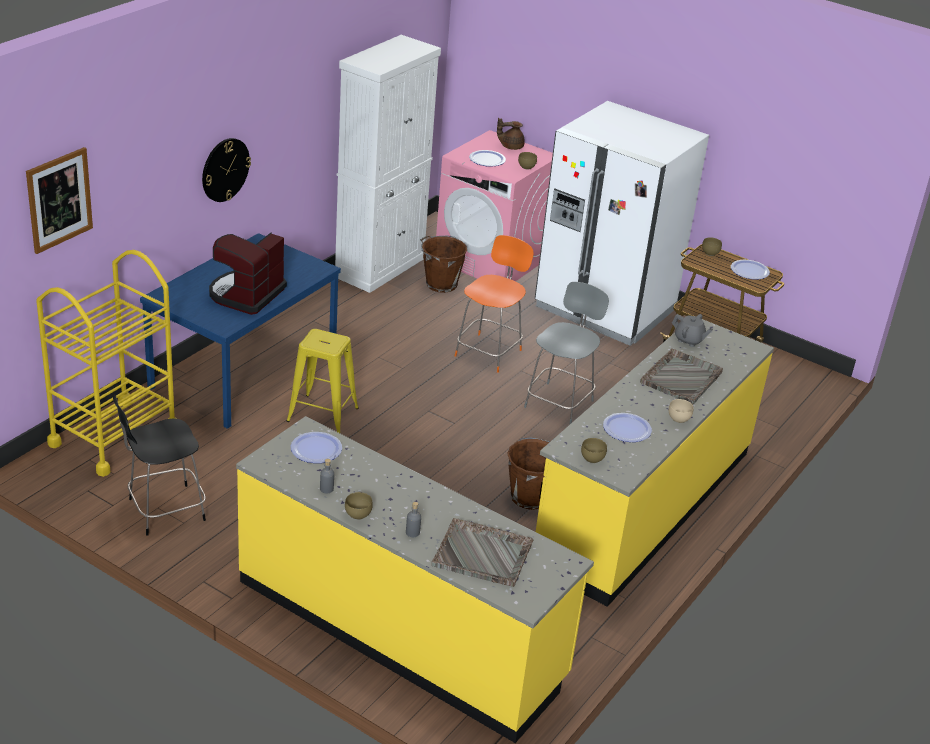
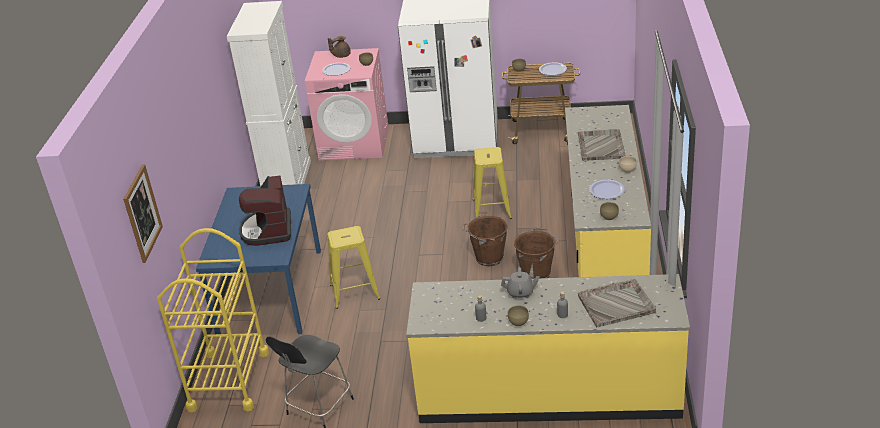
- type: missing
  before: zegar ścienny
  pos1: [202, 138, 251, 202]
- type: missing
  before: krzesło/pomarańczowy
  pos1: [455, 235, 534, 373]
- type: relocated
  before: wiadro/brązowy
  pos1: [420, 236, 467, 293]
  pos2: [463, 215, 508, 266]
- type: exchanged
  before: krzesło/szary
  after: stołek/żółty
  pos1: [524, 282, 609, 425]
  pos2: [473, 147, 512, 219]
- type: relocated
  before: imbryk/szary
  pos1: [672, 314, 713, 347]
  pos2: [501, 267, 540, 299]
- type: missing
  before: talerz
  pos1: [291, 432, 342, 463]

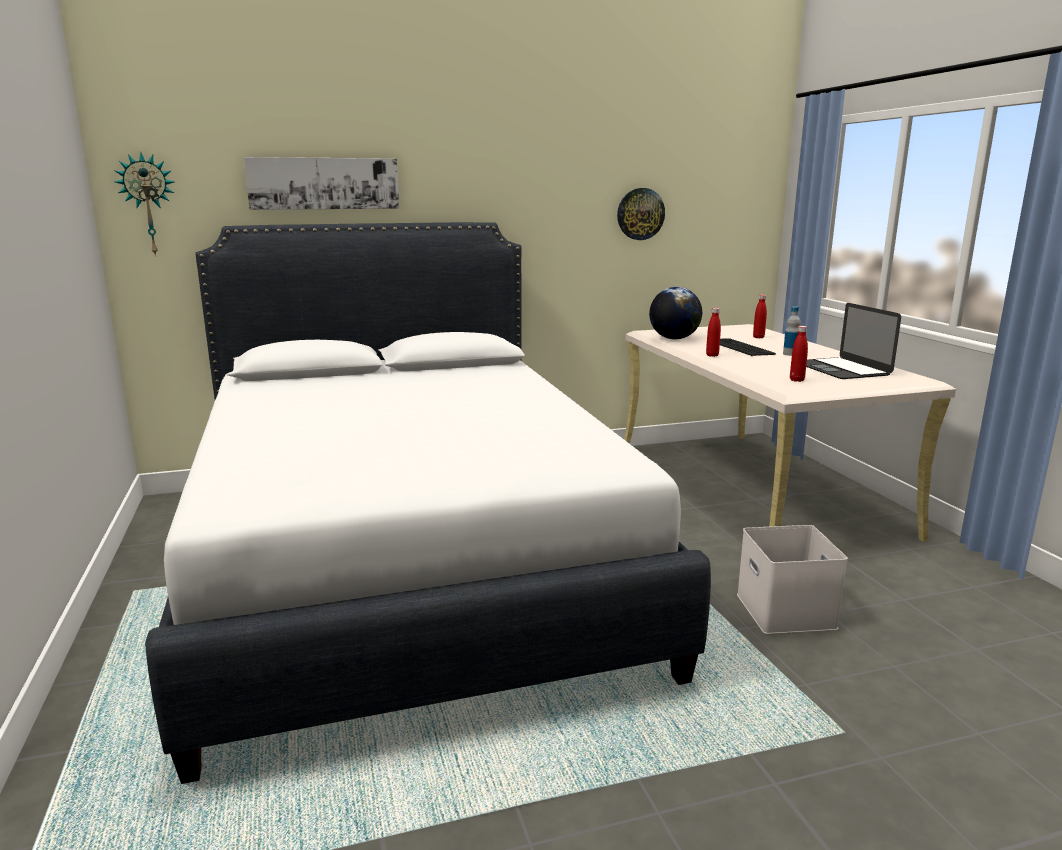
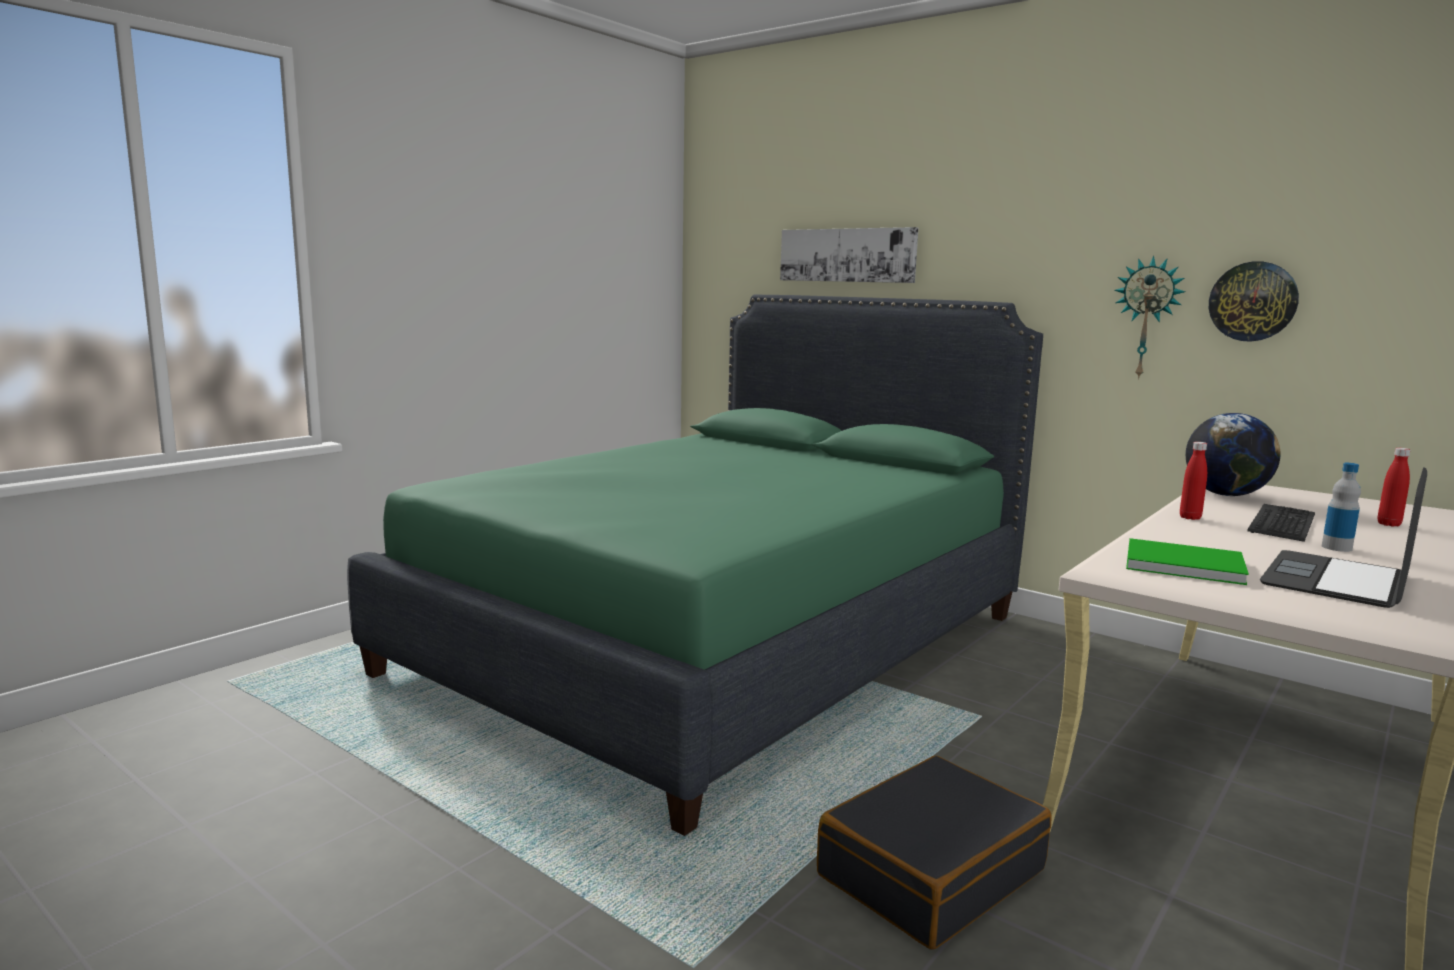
- type: relocated
  before: zegar ścienny
  pos1: [114, 152, 174, 257]
  pos2: [1114, 256, 1185, 380]
- type: colour
  before: łóżko/biały
  after: łóżko/zielony
  pos1: [145, 222, 711, 784]
  pos2: [347, 295, 1043, 836]
- type: exchanged
  before: butelka/czerwony
  after: książka/zielony
  pos1: [790, 326, 808, 382]
  pos2: [1126, 538, 1249, 585]
- type: exchanged
  before: pojemnik do przechowywania/biały
  after: walizka/czarny
  pos1: [737, 525, 848, 634]
  pos2: [817, 756, 1052, 949]

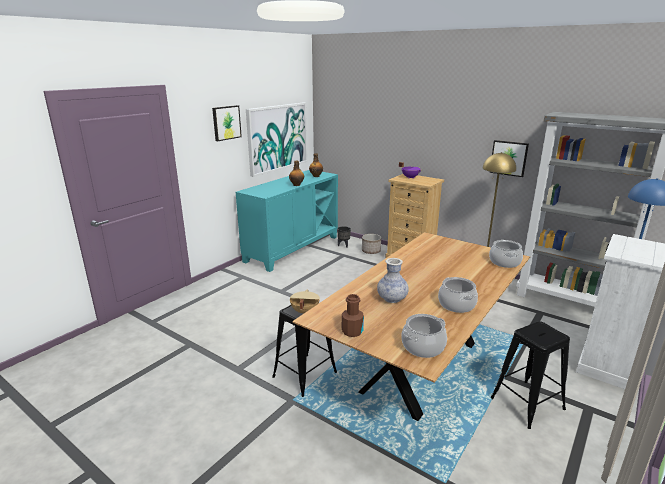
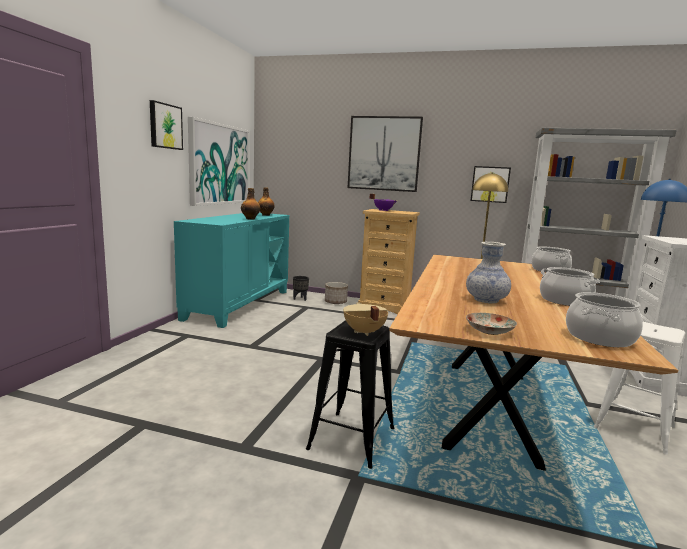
- type: exchanged
  before: butelka/brązowy
  after: talerz
  pos1: [342, 294, 364, 337]
  pos2: [466, 313, 517, 335]
- type: colour
  before: stołek/czarny
  after: stołek/biały
  pos1: [491, 321, 570, 429]
  pos2: [594, 322, 685, 455]
- type: appeared
  after: obraz
  pos2: [348, 116, 423, 192]

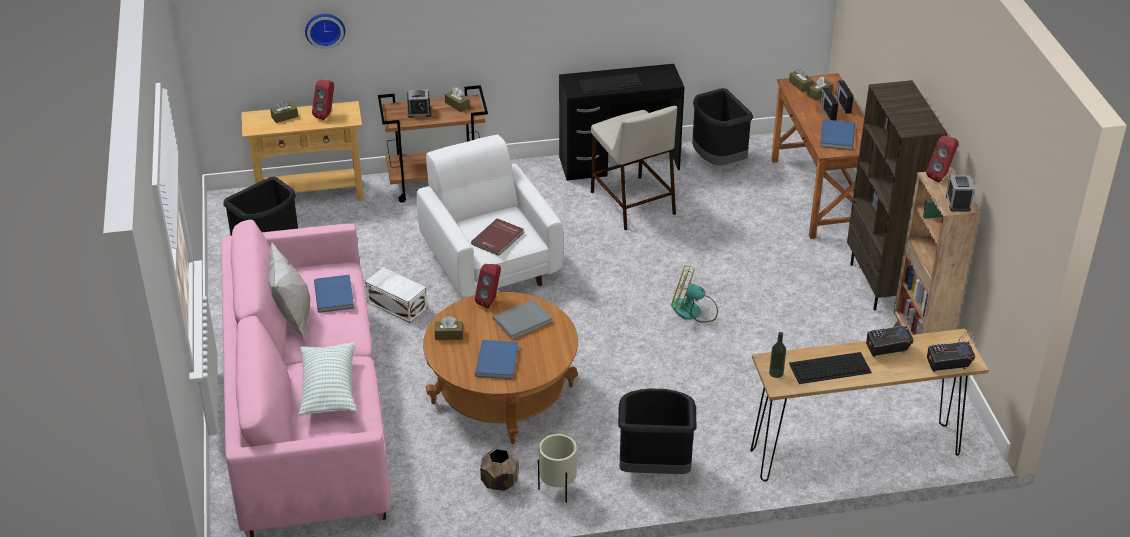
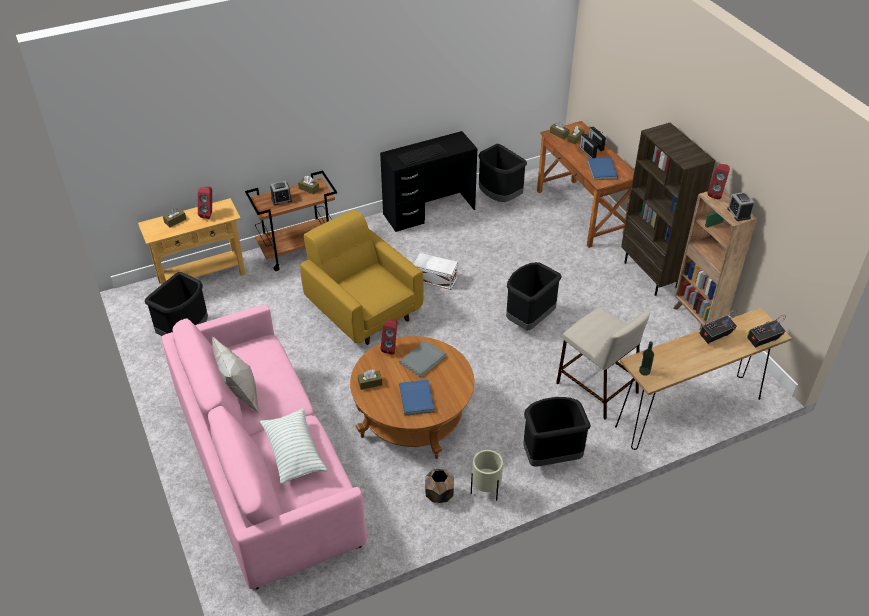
- type: missing
  before: zegar ścienny
  pos1: [305, 14, 345, 49]
- type: relocated
  before: stołek/beżowy
  pos1: [591, 106, 677, 230]
  pos2: [556, 307, 650, 419]
- type: colour
  before: fotel/biały
  after: fotel/żółty
  pos1: [417, 134, 563, 298]
  pos2: [300, 209, 424, 345]
- type: missing
  before: książka/czerwony
  pos1: [471, 218, 524, 256]
- type: exchanged
  before: wentylator
  after: kosz na śmieci/czarny
  pos1: [671, 265, 718, 323]
  pos2: [506, 262, 561, 331]
- type: relocated
  before: pojemnik do przechowywania/biały
  pos1: [365, 267, 427, 323]
  pos2: [414, 253, 458, 290]
- type: missing
  before: książka/niebieski
  pos1: [314, 275, 354, 313]
- type: missing
  before: klawiatura
  pos1: [789, 352, 872, 384]

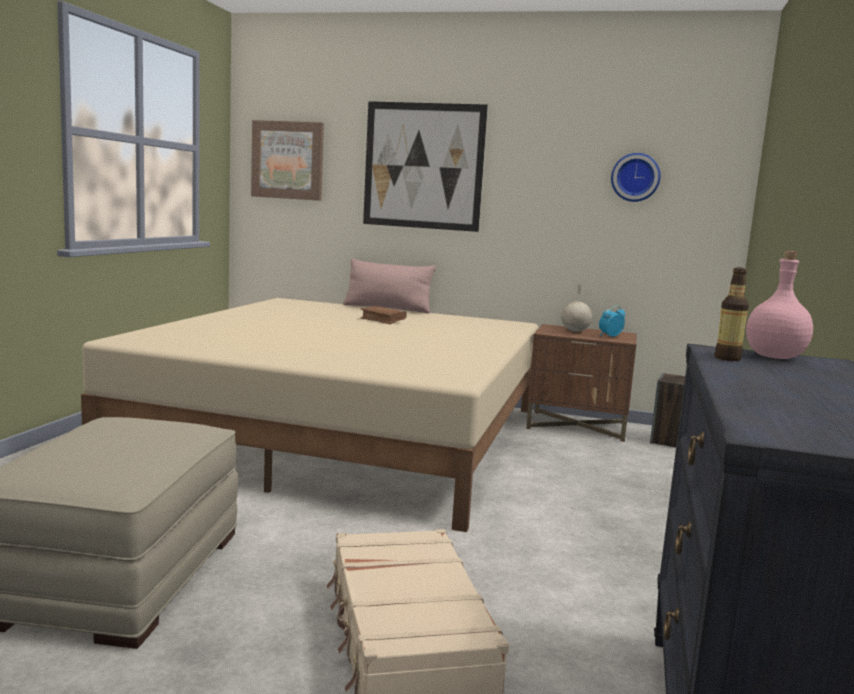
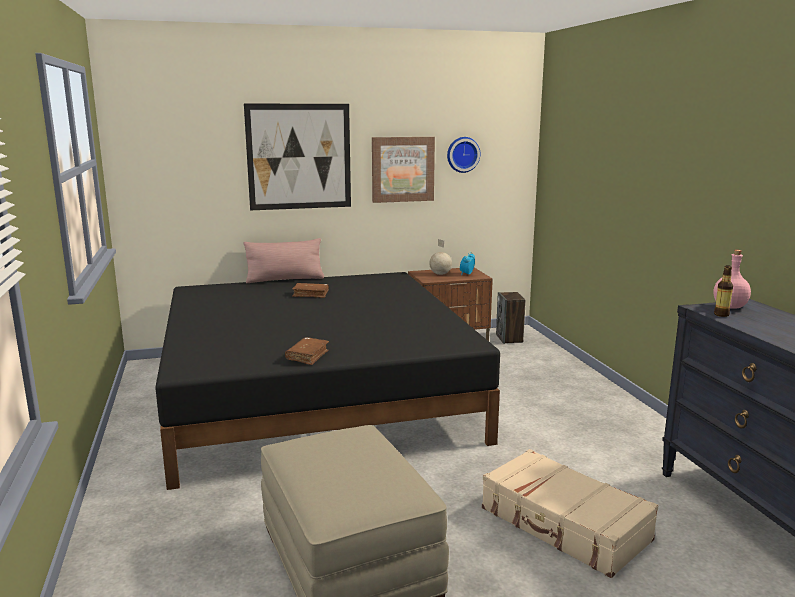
- type: relocated
  before: obraz
  pos1: [251, 120, 324, 201]
  pos2: [372, 137, 435, 203]
- type: colour
  before: łóżko/beżowy
  after: łóżko/czarny
  pos1: [81, 298, 539, 532]
  pos2: [155, 272, 500, 490]
- type: appeared
  after: książka/brązowy
  pos2: [285, 337, 329, 365]

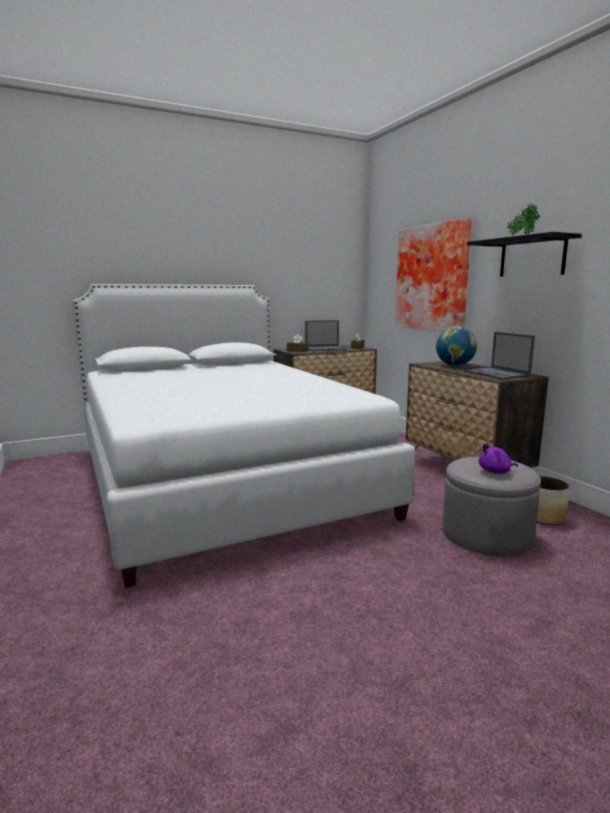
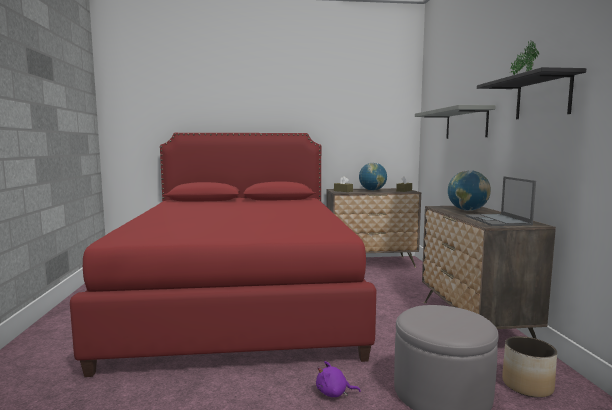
- type: exchanged
  before: obraz
  after: półka/szary
  pos1: [395, 217, 472, 332]
  pos2: [415, 105, 496, 139]
- type: colour
  before: łóżko/biały
  after: łóżko/czerwony
  pos1: [73, 284, 415, 588]
  pos2: [70, 133, 376, 377]
- type: exchanged
  before: laptop
  after: globus
  pos1: [305, 320, 347, 351]
  pos2: [359, 163, 387, 191]
- type: relocated
  before: pluszak/fioletowy
  pos1: [479, 443, 518, 474]
  pos2: [316, 361, 361, 397]

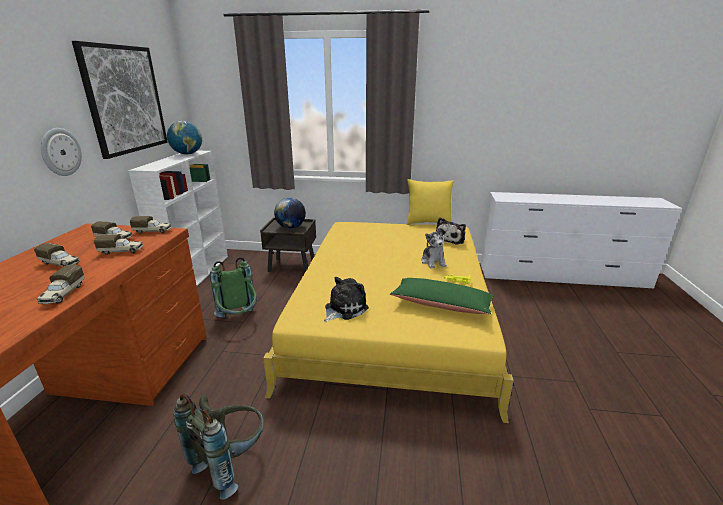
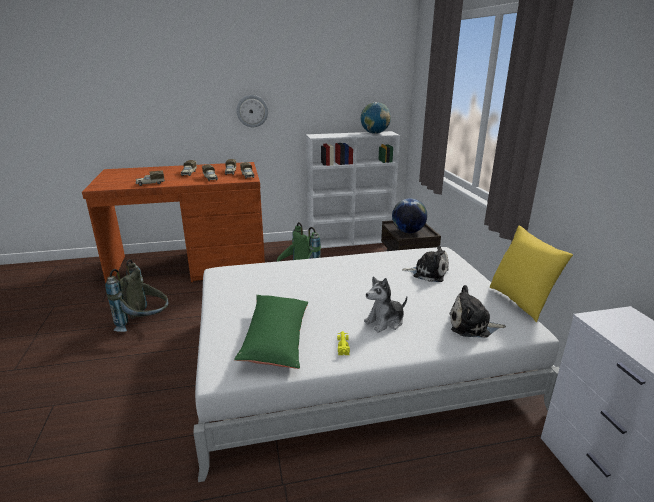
- type: missing
  before: obraz
  pos1: [72, 41, 168, 159]
- type: colour
  before: łóżko/żółty
  after: łóżko/biały
  pos1: [263, 222, 514, 423]
  pos2: [193, 247, 560, 482]
- type: relocated
  before: pluszak
  pos1: [324, 277, 369, 323]
  pos2: [402, 245, 449, 282]

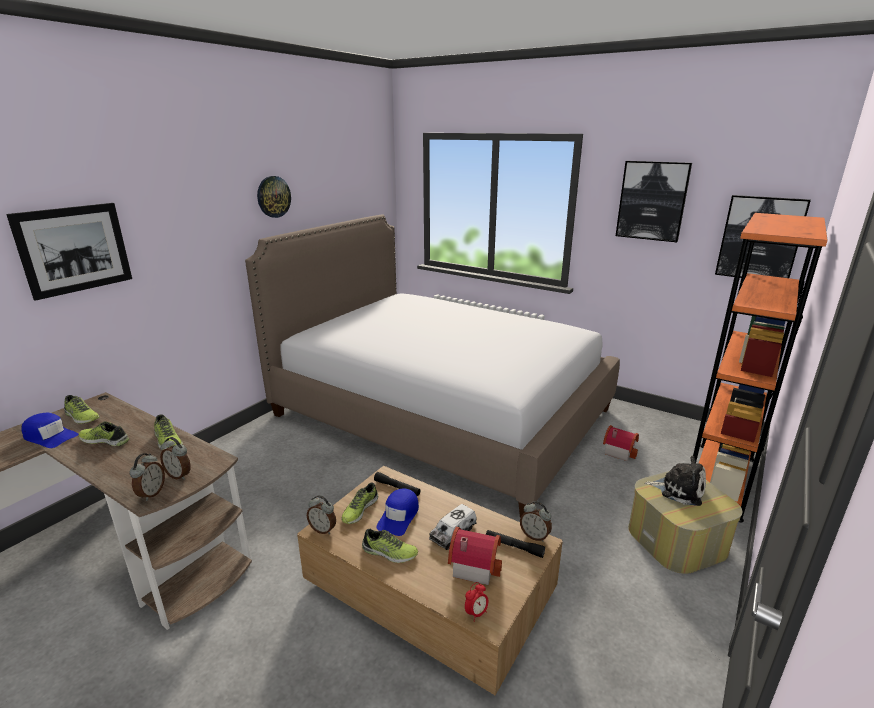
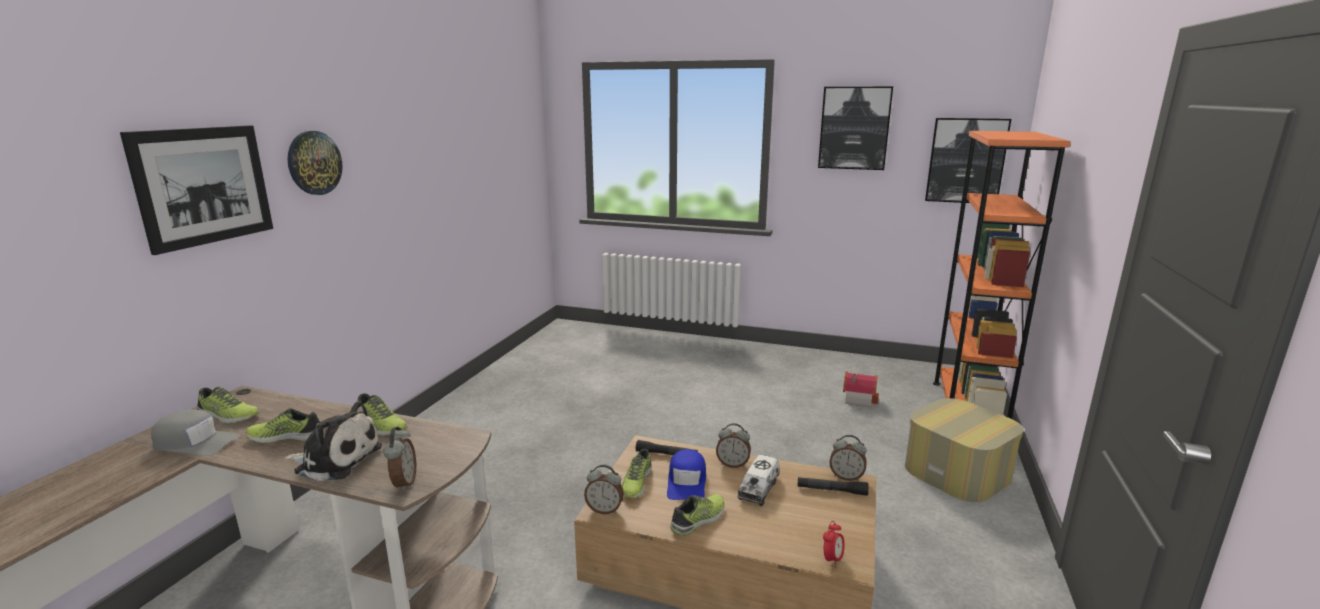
- type: relocated
  before: zegar ścienny
  pos1: [257, 176, 291, 218]
  pos2: [288, 131, 343, 195]
- type: missing
  before: łóżko
  pos1: [245, 214, 620, 518]
- type: colour
  before: czapka z daszkiem/niebieski
  after: czapka z daszkiem/szary
  pos1: [21, 413, 79, 448]
  pos2: [151, 409, 240, 456]
- type: relocated
  before: budzik
  pos1: [160, 437, 191, 480]
  pos2: [716, 423, 751, 468]
- type: relocated
  before: pluszak
  pos1: [645, 456, 706, 506]
  pos2: [284, 401, 382, 481]
- type: missing
  before: domek
  pos1: [448, 527, 502, 585]
- type: spun
  before: but
  pos1: [362, 529, 418, 563]
  pos2: [670, 494, 724, 535]
  turn: -45

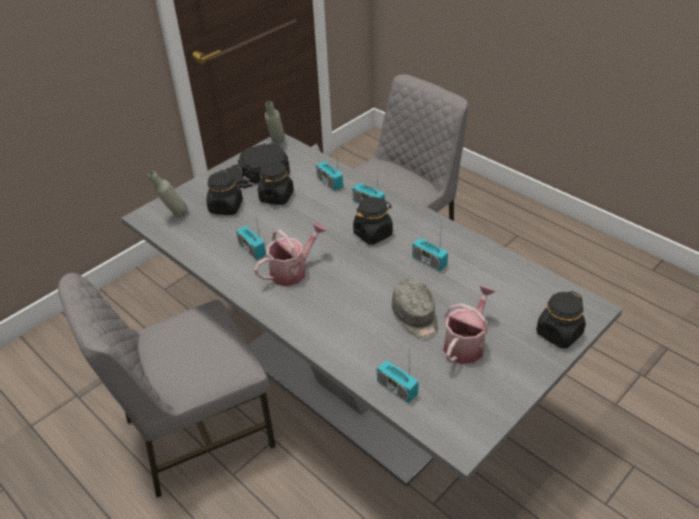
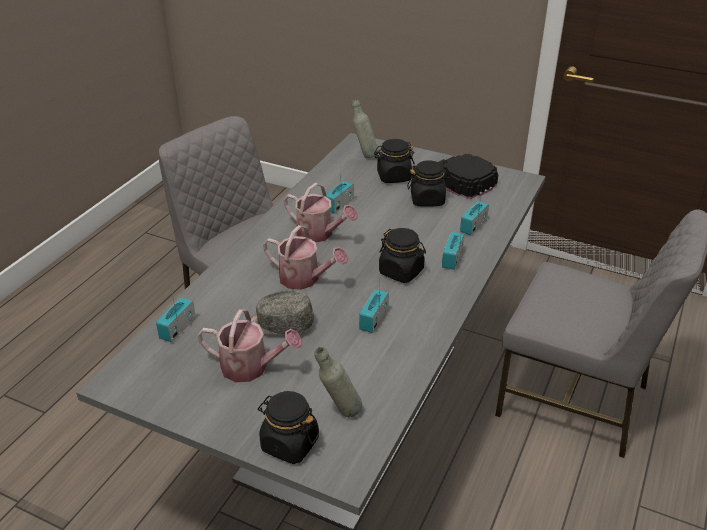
- type: relocated
  before: butelka/szary
  pos1: [265, 101, 285, 143]
  pos2: [314, 347, 362, 417]
- type: spun
  before: czapka z daszkiem/szary
  pos1: [392, 279, 438, 340]
  pos2: [250, 290, 314, 335]
  turn: 45
- type: appeared
  after: konewka
  pos2: [263, 225, 348, 290]

